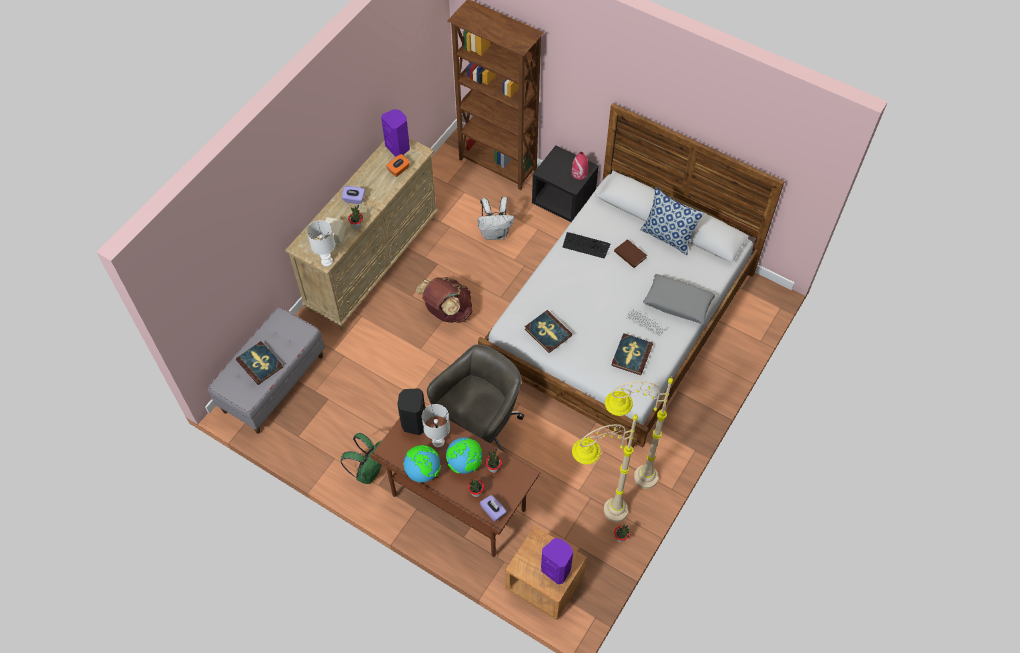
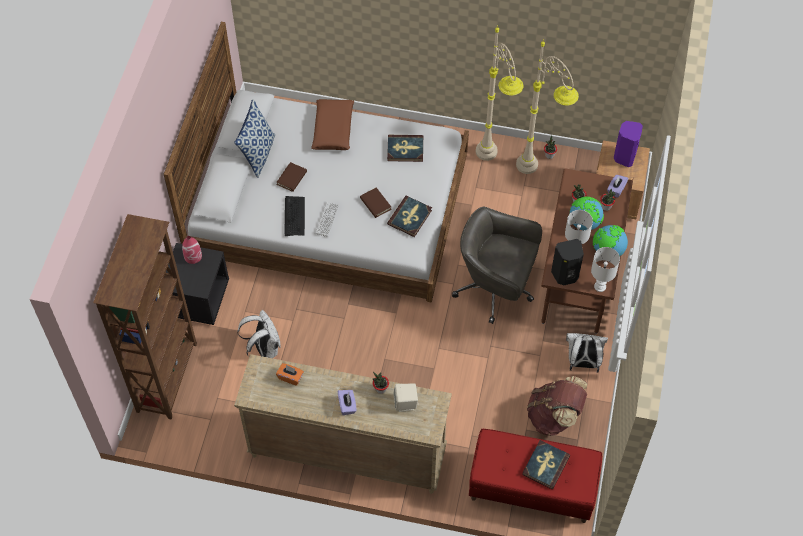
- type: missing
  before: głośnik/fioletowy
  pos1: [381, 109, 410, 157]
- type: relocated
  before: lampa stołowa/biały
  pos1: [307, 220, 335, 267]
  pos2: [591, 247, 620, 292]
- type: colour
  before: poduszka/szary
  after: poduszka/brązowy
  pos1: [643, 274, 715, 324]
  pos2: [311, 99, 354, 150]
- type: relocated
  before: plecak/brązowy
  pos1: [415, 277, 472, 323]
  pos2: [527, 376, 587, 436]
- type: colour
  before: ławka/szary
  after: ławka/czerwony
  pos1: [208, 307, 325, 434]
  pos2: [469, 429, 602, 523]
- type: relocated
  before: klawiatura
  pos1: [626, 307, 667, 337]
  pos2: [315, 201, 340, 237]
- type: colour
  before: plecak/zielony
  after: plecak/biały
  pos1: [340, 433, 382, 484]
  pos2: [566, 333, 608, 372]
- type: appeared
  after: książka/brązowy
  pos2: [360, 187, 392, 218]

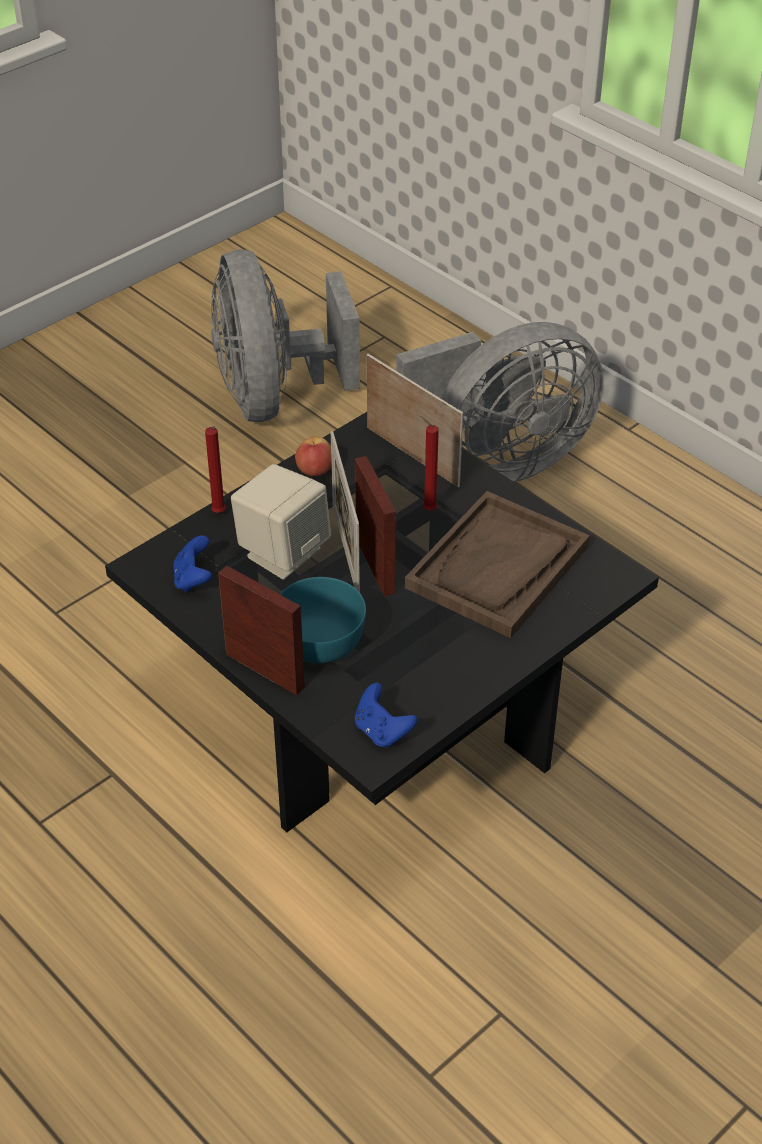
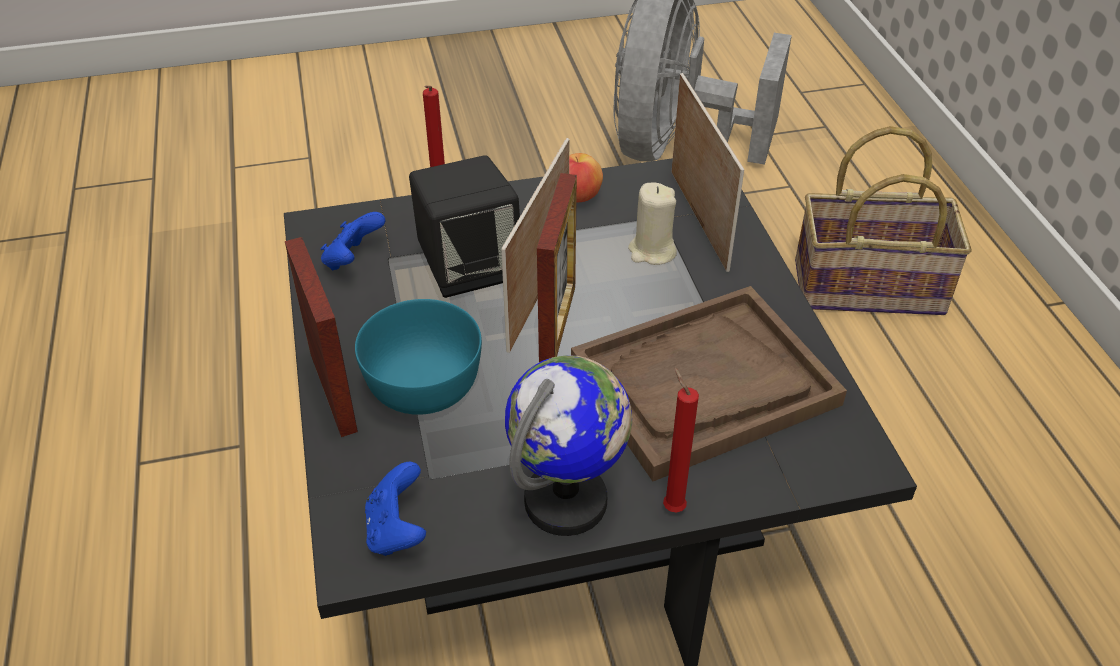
- type: exchanged
  before: wentylator/szary
  after: koszyk
  pos1: [396, 322, 604, 482]
  pos2: [795, 126, 972, 315]
- type: relocated
  before: świeca/czerwony
  pos1: [420, 416, 439, 511]
  pos2: [663, 367, 699, 513]
- type: colour
  before: głośnik/beżowy
  after: głośnik/czarny
  pos1: [231, 464, 331, 579]
  pos2: [409, 155, 520, 298]
- type: appeared
  after: świeca/beżowy
  pos2: [628, 183, 677, 265]
- type: appeared
  after: globus
  pos2: [505, 355, 632, 536]

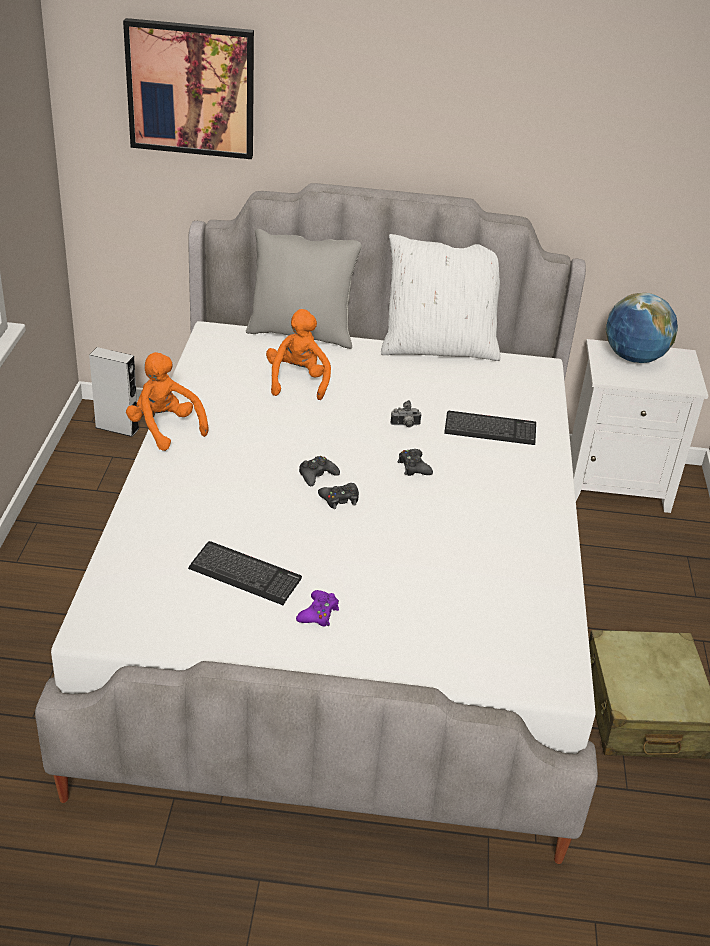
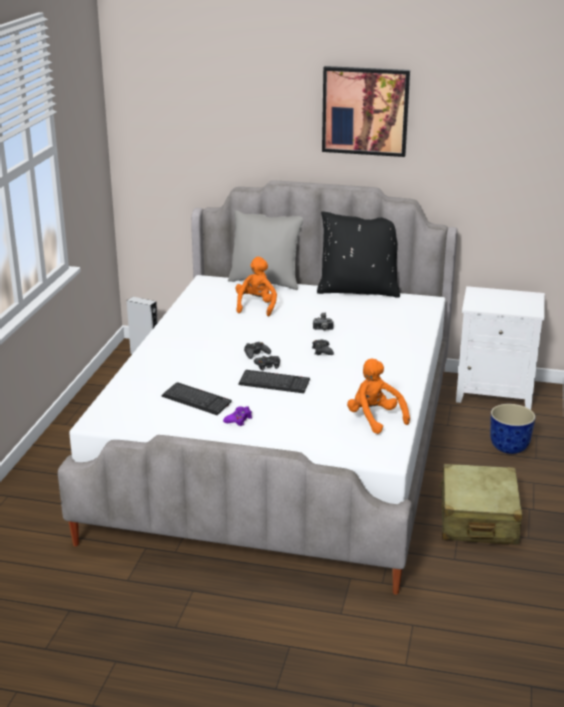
- type: relocated
  before: obraz
  pos1: [123, 18, 254, 159]
  pos2: [322, 66, 410, 157]
- type: colour
  before: poduszka/biały
  after: poduszka/czarny
  pos1: [381, 234, 500, 361]
  pos2: [317, 211, 400, 298]
- type: missing
  before: globus
  pos1: [606, 293, 678, 363]
- type: relocated
  before: pluszak/pomarańczowy
  pos1: [126, 352, 208, 451]
  pos2: [347, 359, 410, 434]
- type: relocated
  before: klawiatura
  pos1: [444, 411, 536, 445]
  pos2: [238, 370, 310, 393]
- type: appeared
  after: donica
  pos2: [490, 404, 536, 454]

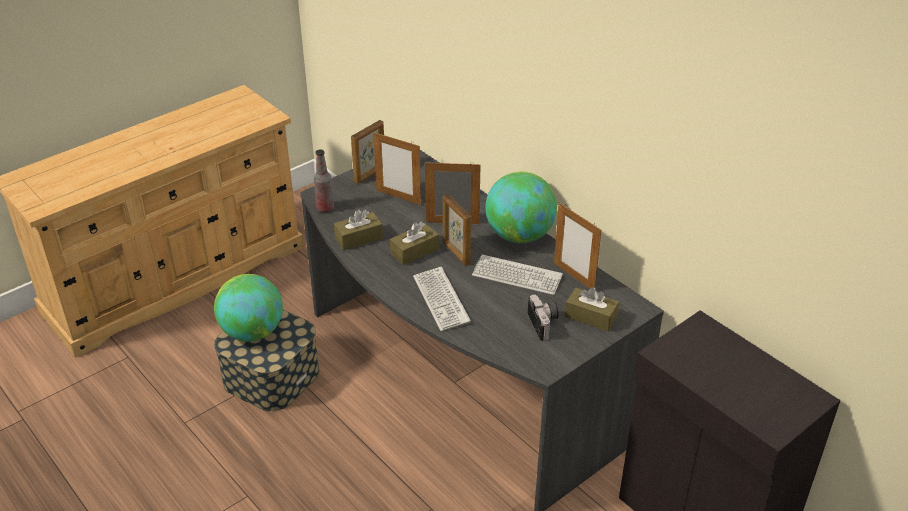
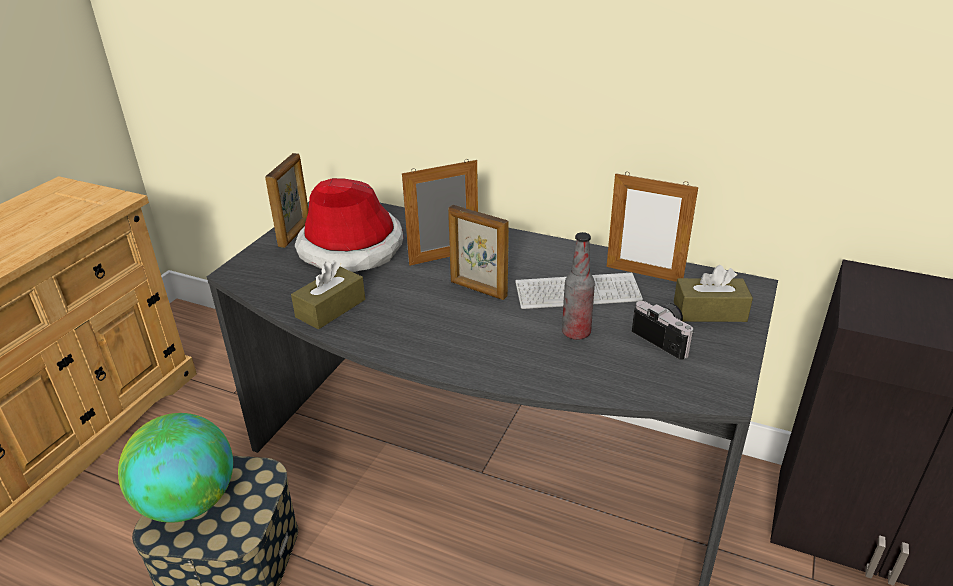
- type: exchanged
  before: ramka na zdjęcie
  after: kapelusz
  pos1: [373, 132, 421, 205]
  pos2: [295, 178, 403, 272]
- type: relocated
  before: butelka
  pos1: [314, 149, 334, 212]
  pos2: [562, 232, 595, 340]
- type: missing
  before: globus
  pos1: [485, 172, 557, 243]
- type: missing
  before: pudełko chusteczek/brązowy
  pos1: [390, 222, 439, 265]
- type: missing
  before: klawiatura
  pos1: [413, 267, 471, 331]

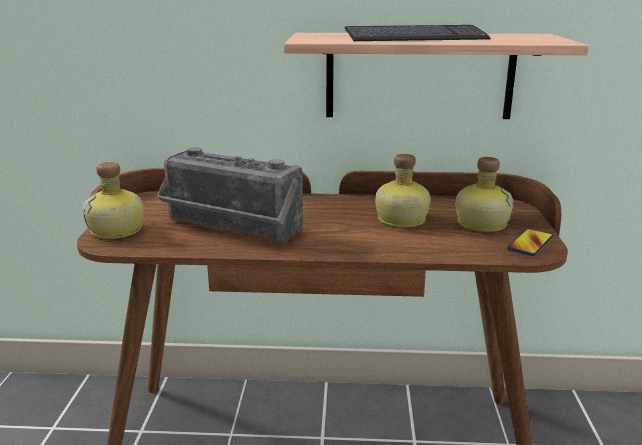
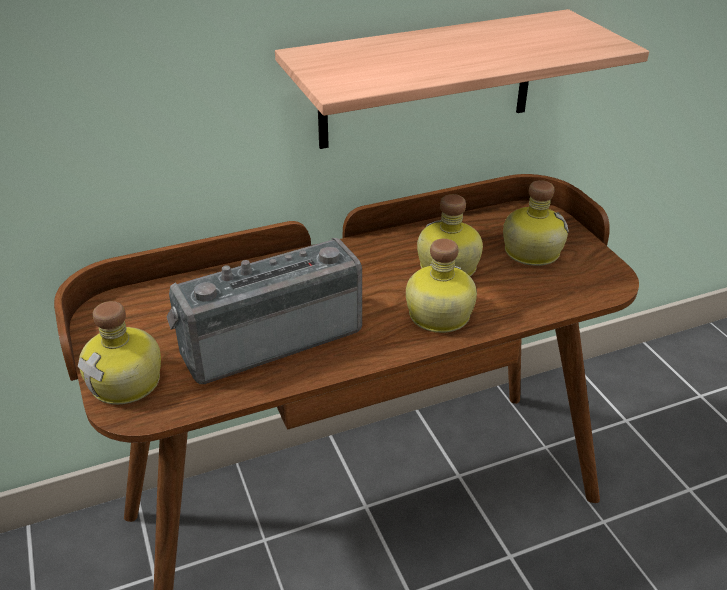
- type: missing
  before: klawiatura
  pos1: [345, 25, 490, 41]
- type: spun
  before: radio
  pos1: [157, 147, 303, 243]
  pos2: [166, 238, 362, 384]
  turn: 150
- type: missing
  before: telefon
  pos1: [507, 229, 553, 256]
- type: appeared
  after: butelka
  pos2: [406, 239, 477, 333]

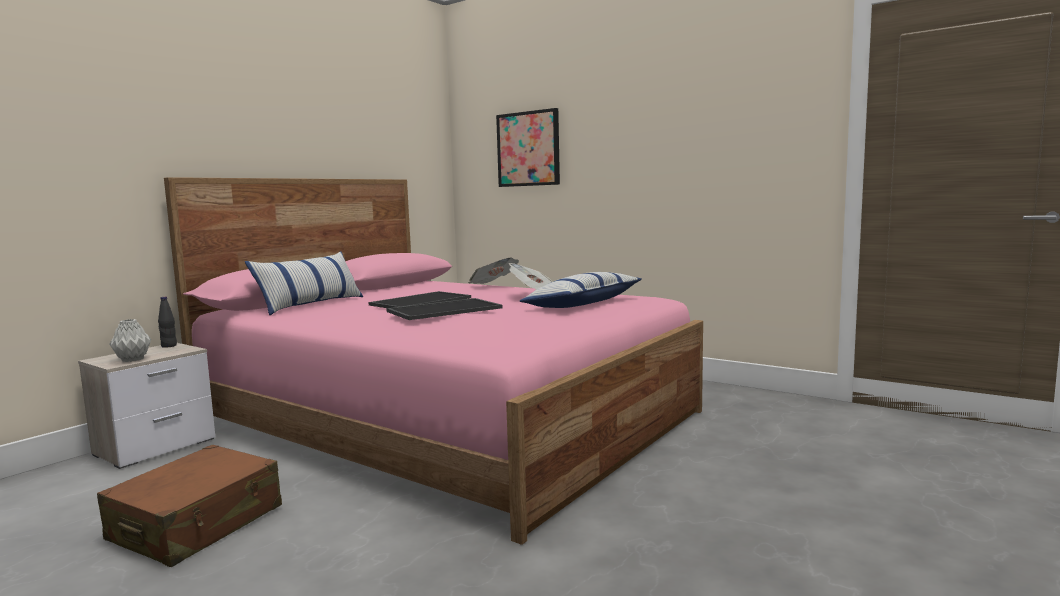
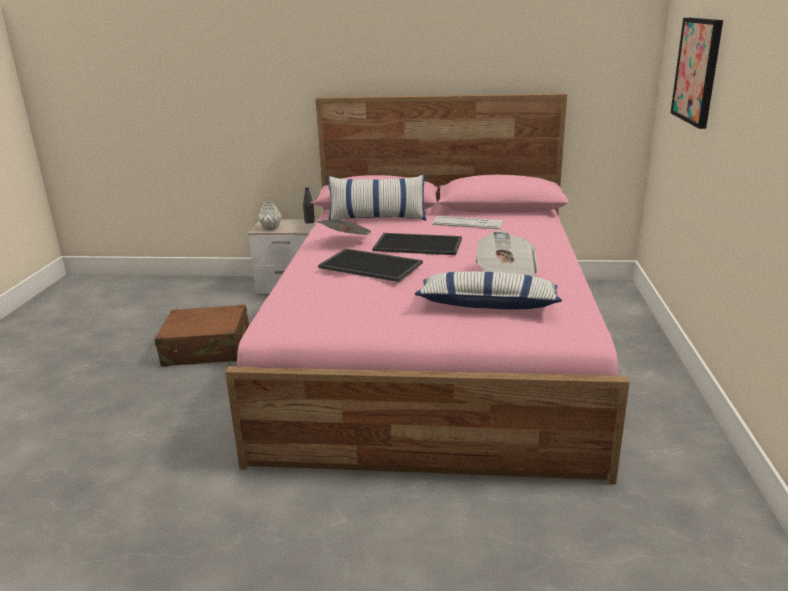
- type: relocated
  before: gazeta
  pos1: [468, 257, 519, 284]
  pos2: [317, 220, 371, 235]
- type: appeared
  after: klawiatura
  pos2: [432, 216, 503, 229]

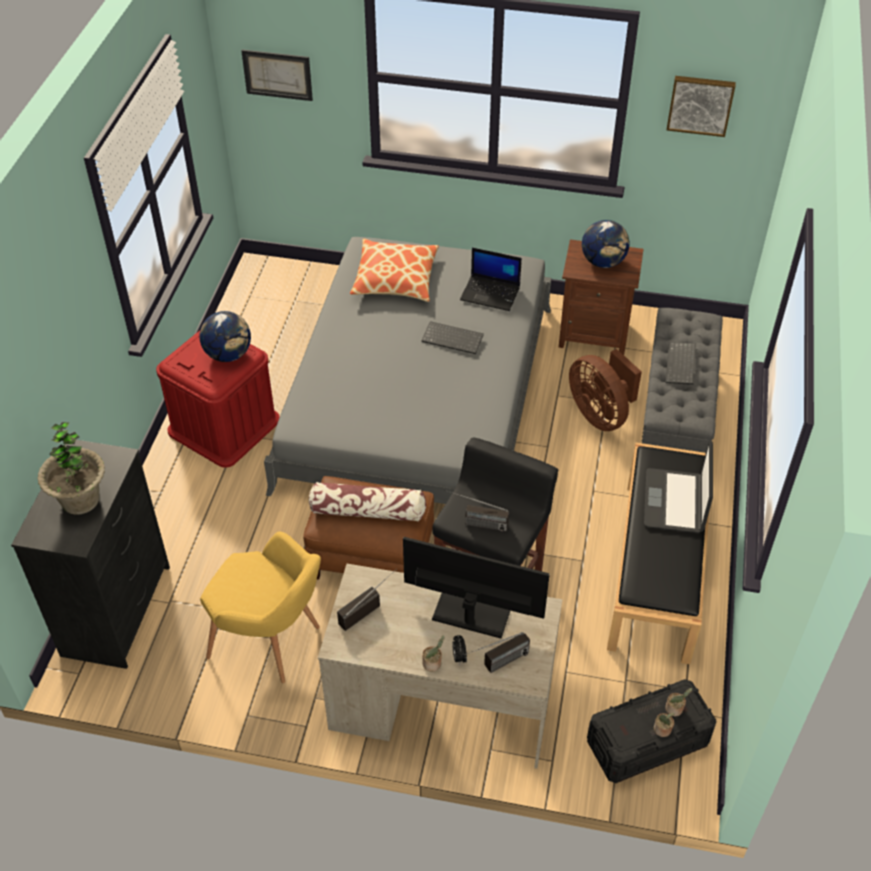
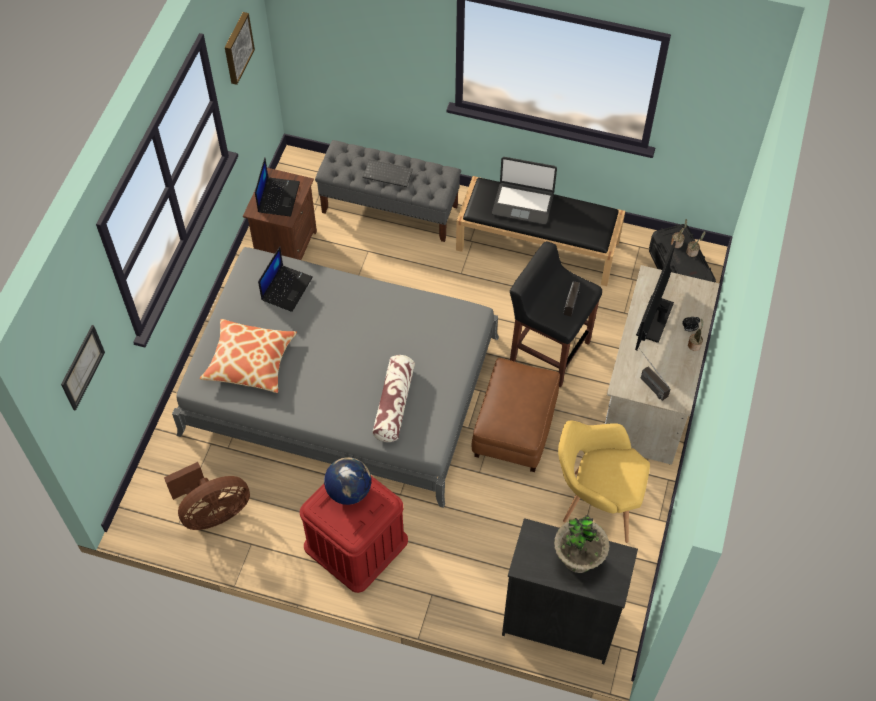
- type: exchanged
  before: globus
  after: laptop
  pos1: [582, 220, 630, 268]
  pos2: [255, 157, 300, 217]
- type: missing
  before: klawiatura
  pos1: [421, 321, 484, 354]
- type: relocated
  before: wentylator/brązowy
  pos1: [569, 349, 642, 431]
  pos2: [164, 462, 250, 530]
- type: relocated
  before: poduszka
  pos1: [309, 482, 426, 521]
  pos2: [372, 355, 415, 442]
- type: spun
  before: fotel/żółty
  pos1: [200, 532, 321, 683]
  pos2: [558, 420, 650, 543]
  turn: -105
- type: missing
  before: radio
  pos1: [464, 632, 530, 673]

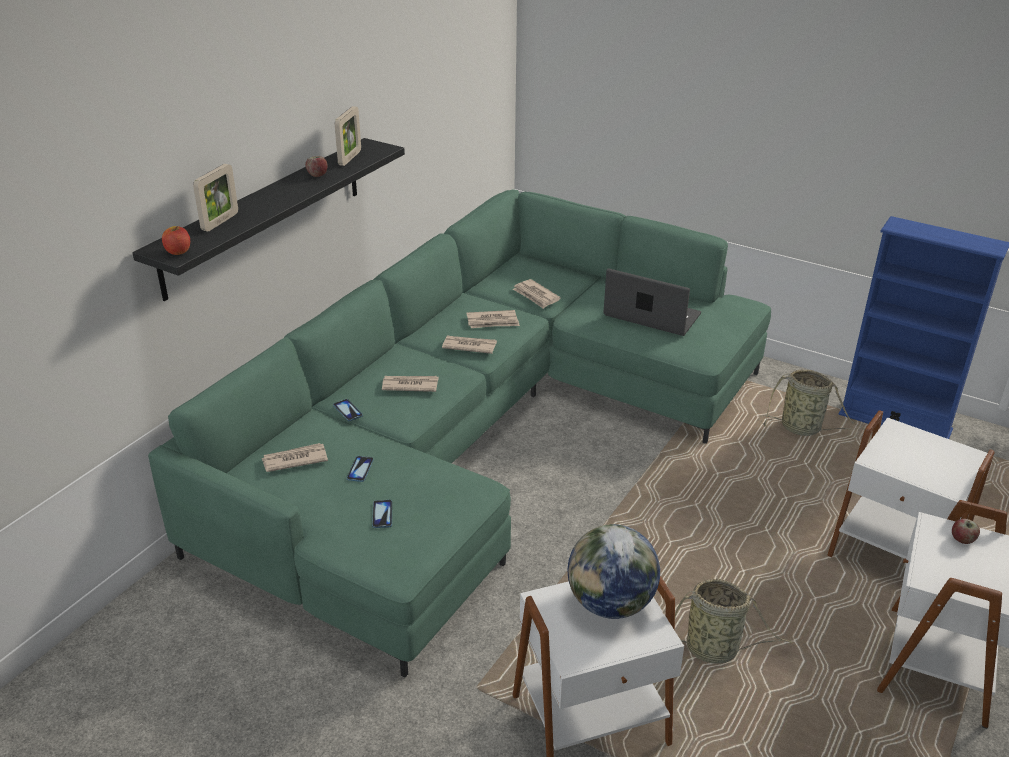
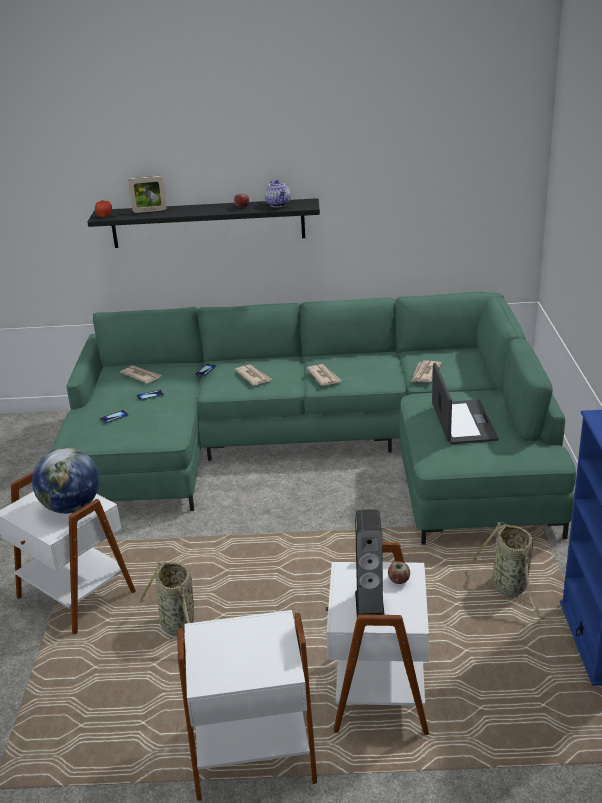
- type: exchanged
  before: ramka na zdjęcie
  after: imbryk
  pos1: [335, 106, 361, 166]
  pos2: [265, 180, 291, 208]
- type: missing
  before: gazeta
  pos1: [466, 310, 520, 328]
- type: relocated
  before: jabłko
  pos1: [952, 519, 980, 544]
  pos2: [388, 561, 410, 584]
- type: appeared
  after: głośnik
  pos2: [355, 509, 385, 616]

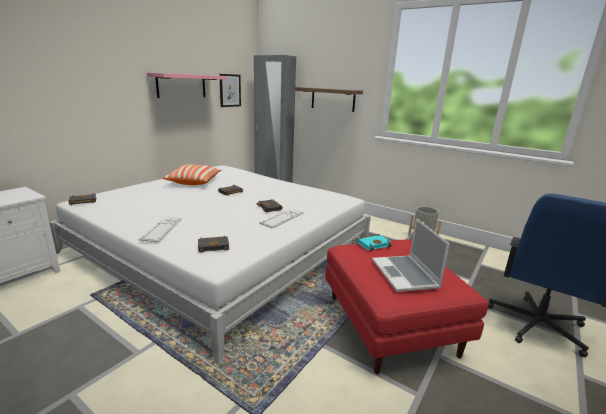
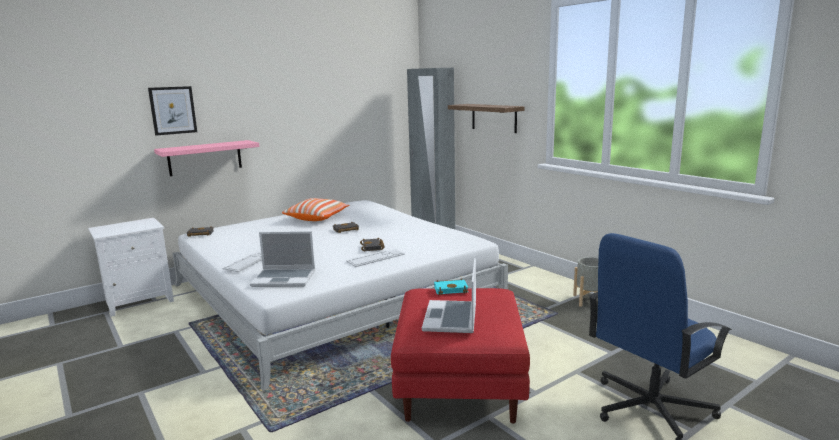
- type: relocated
  before: półka/różowy
  pos1: [147, 73, 226, 98]
  pos2: [154, 140, 259, 176]
- type: relocated
  before: obraz
  pos1: [219, 74, 241, 107]
  pos2: [148, 86, 197, 135]
- type: exchanged
  before: książka/czarny
  after: laptop
  pos1: [198, 236, 229, 253]
  pos2: [250, 231, 315, 287]

